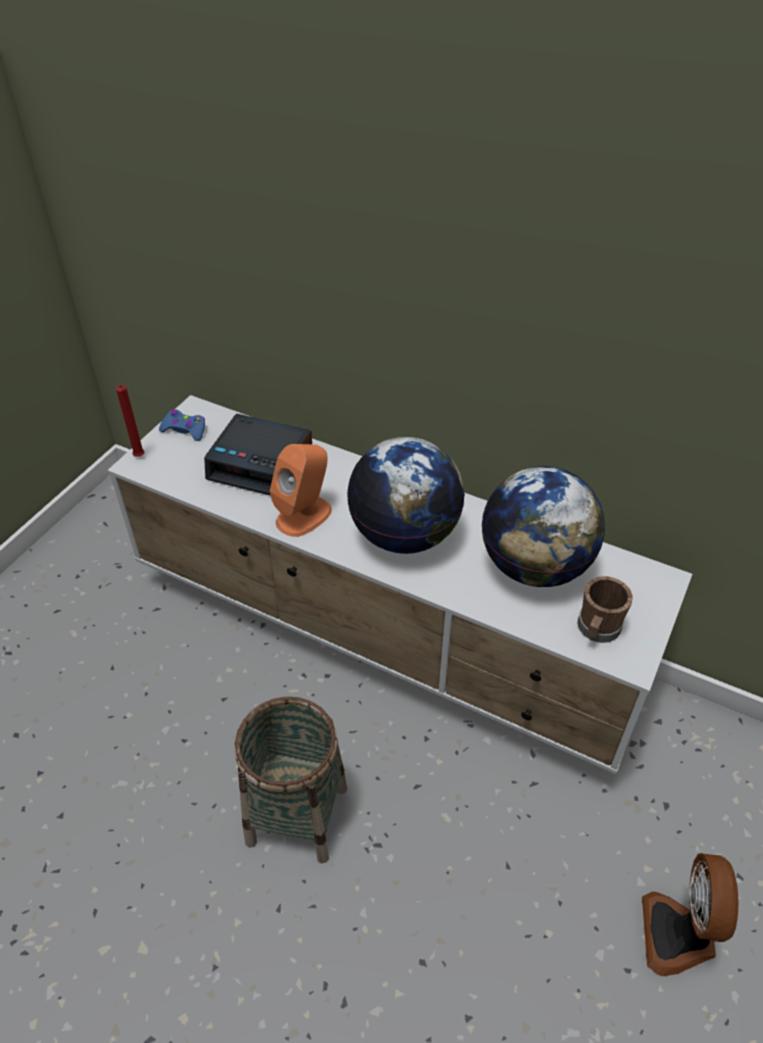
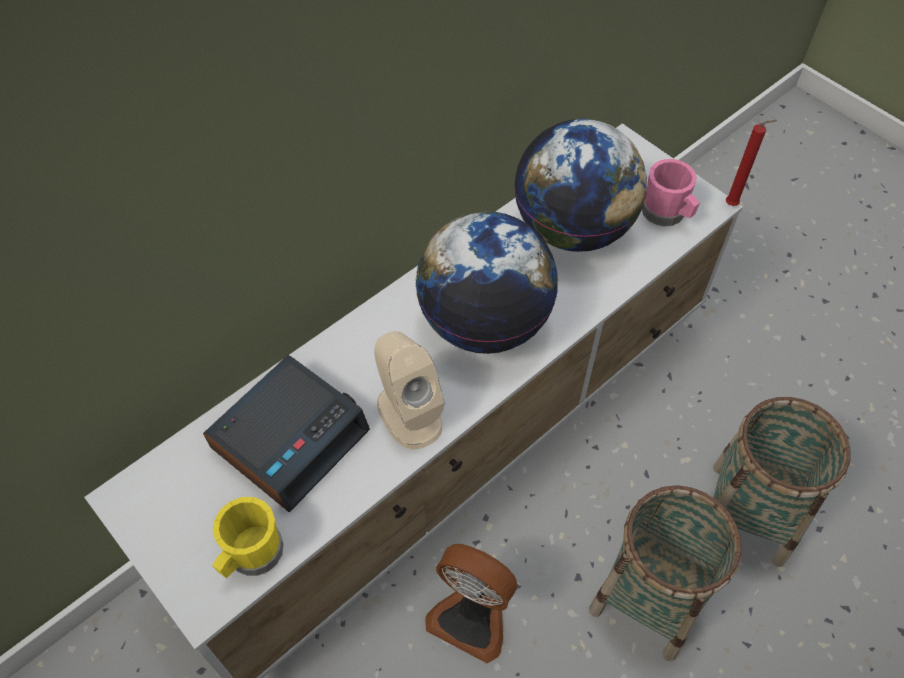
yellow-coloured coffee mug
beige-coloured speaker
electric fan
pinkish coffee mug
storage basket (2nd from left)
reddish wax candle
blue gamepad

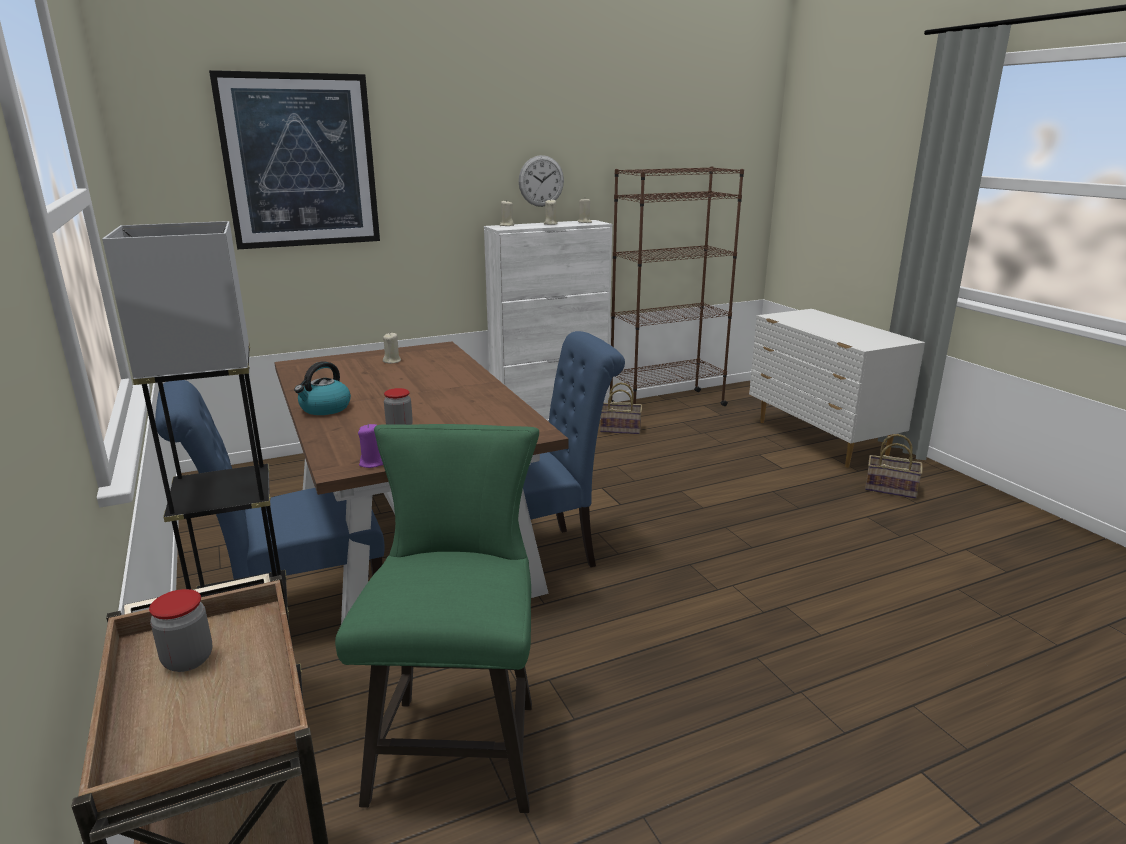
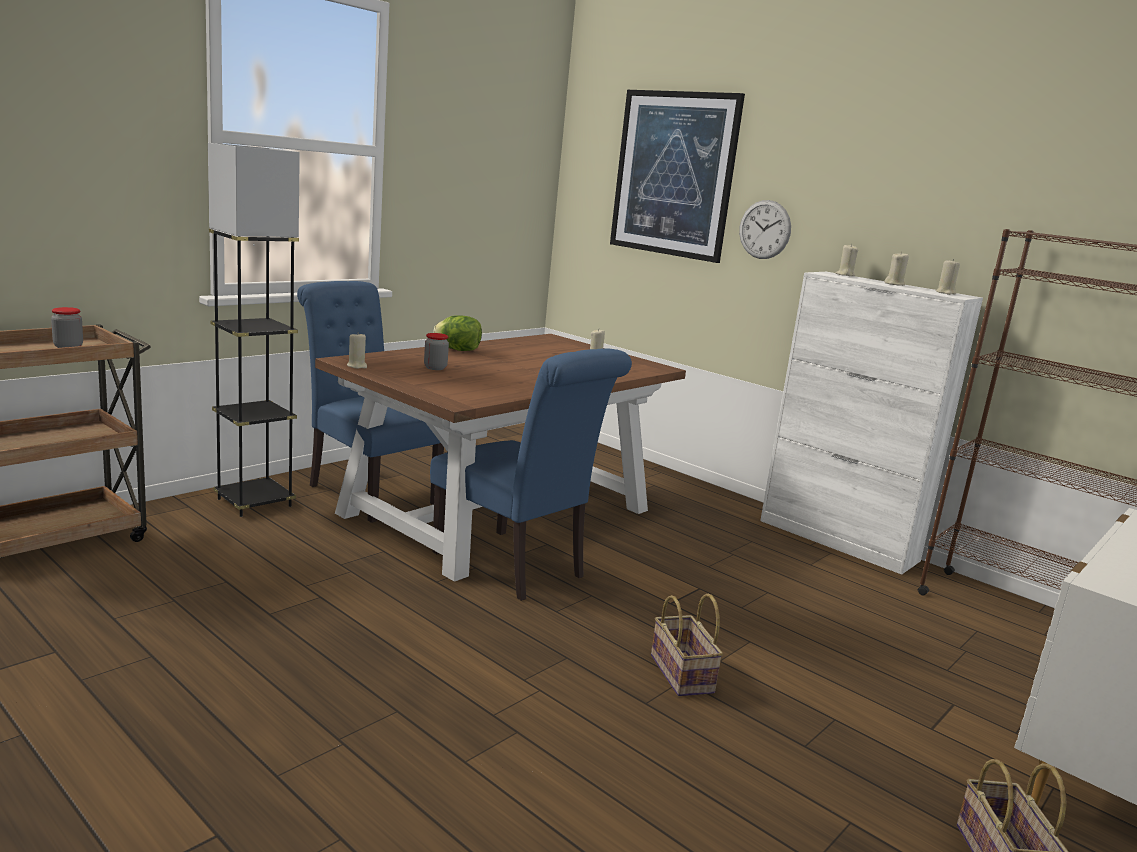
beige-coloured wax candle (1st from left)
lettuce
storage basket (1st from left)
hanging clock
greenish sitting stool

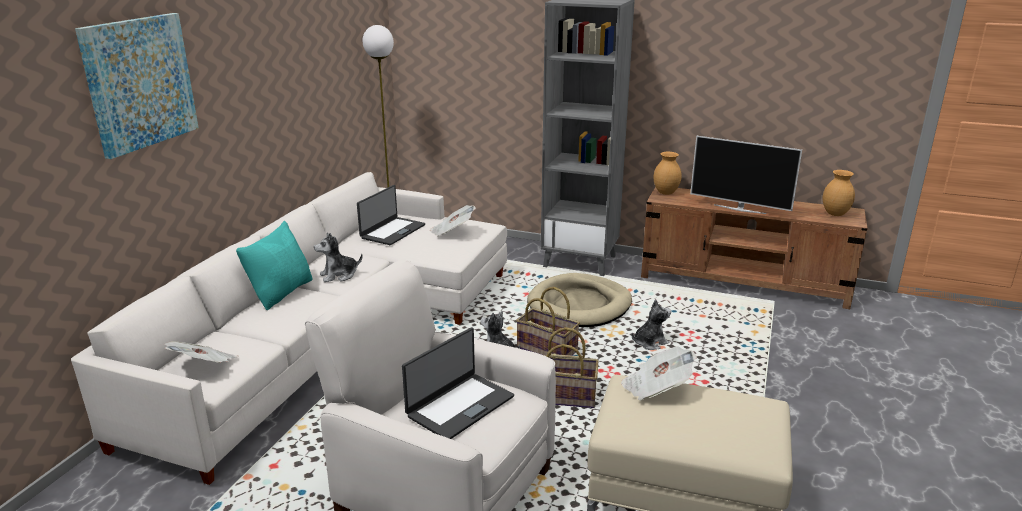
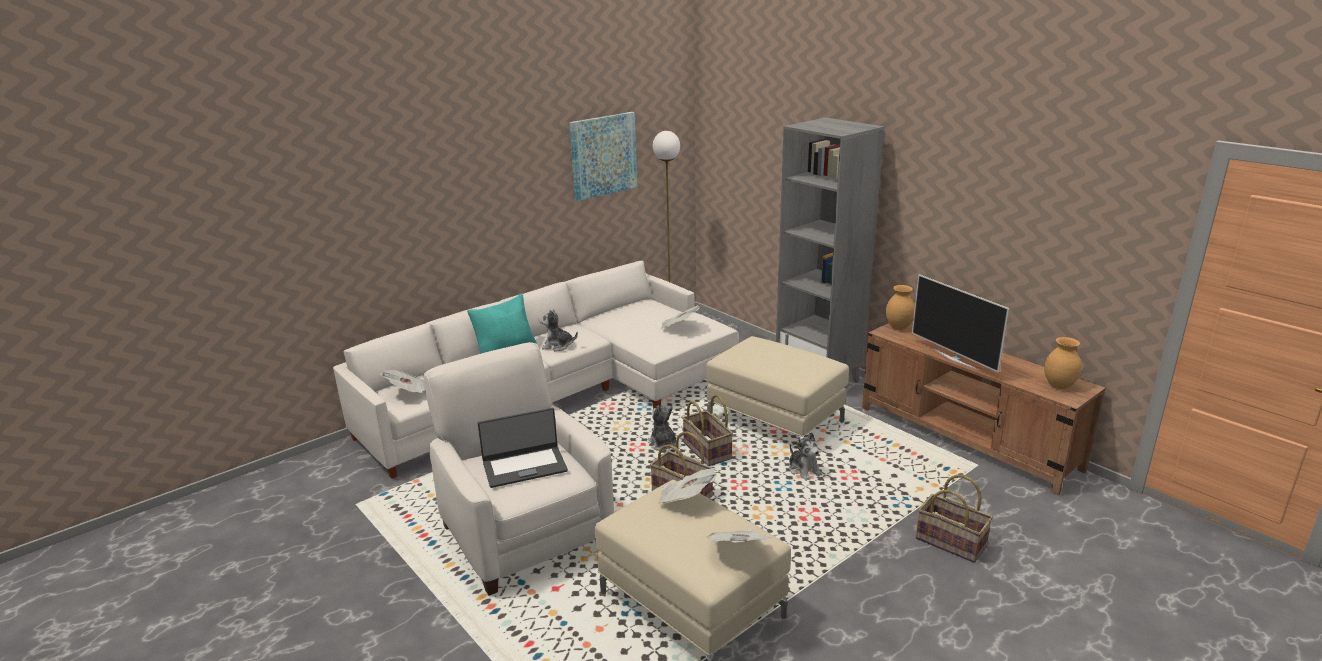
wall art
beige-coloured ottoman (2nd from left)
newspaper (4th from left)
cuddly toy (3rd from left)
storage basket (3rd from left)
portable computer (1st from left in the first image)

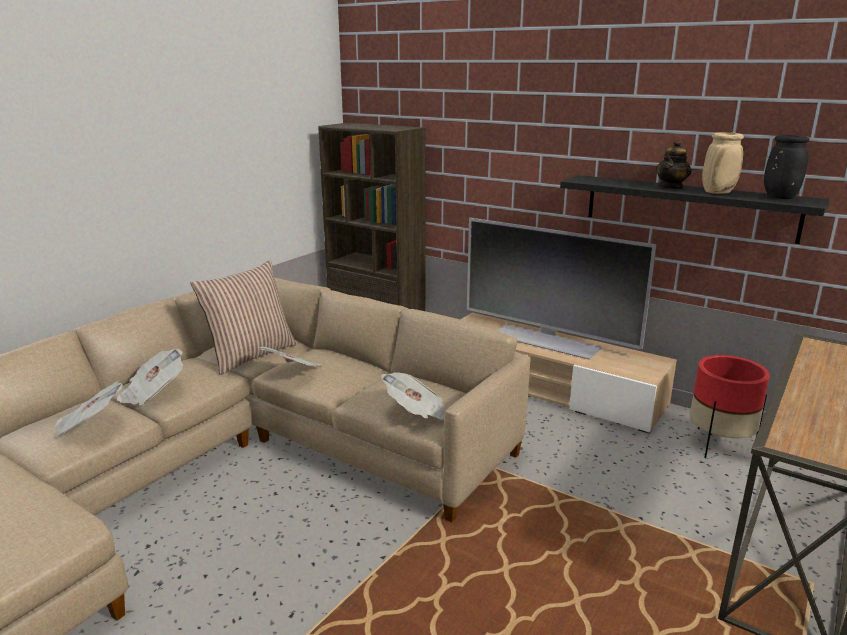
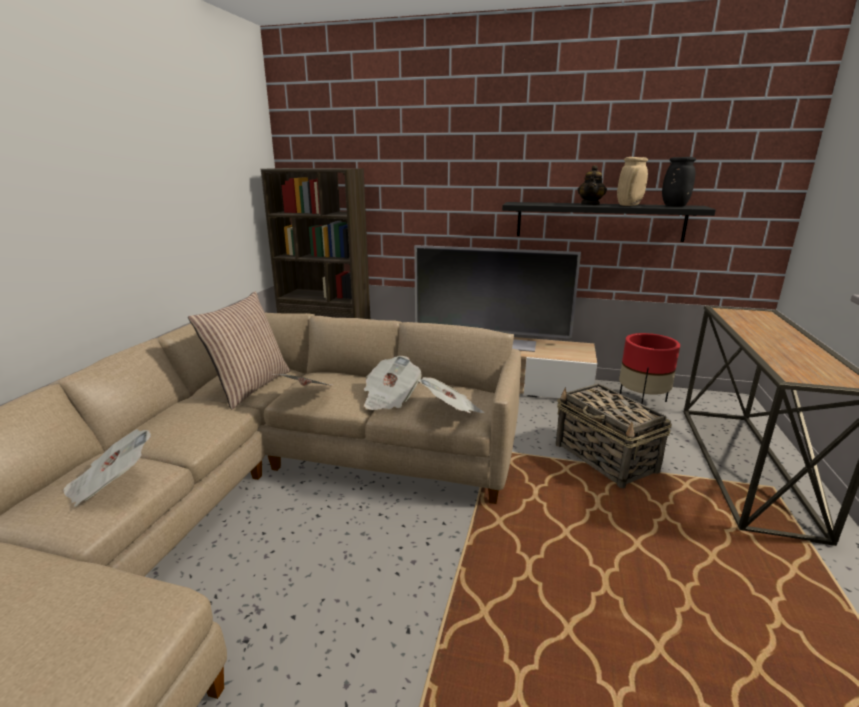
newspaper (3rd from left)
storage basket

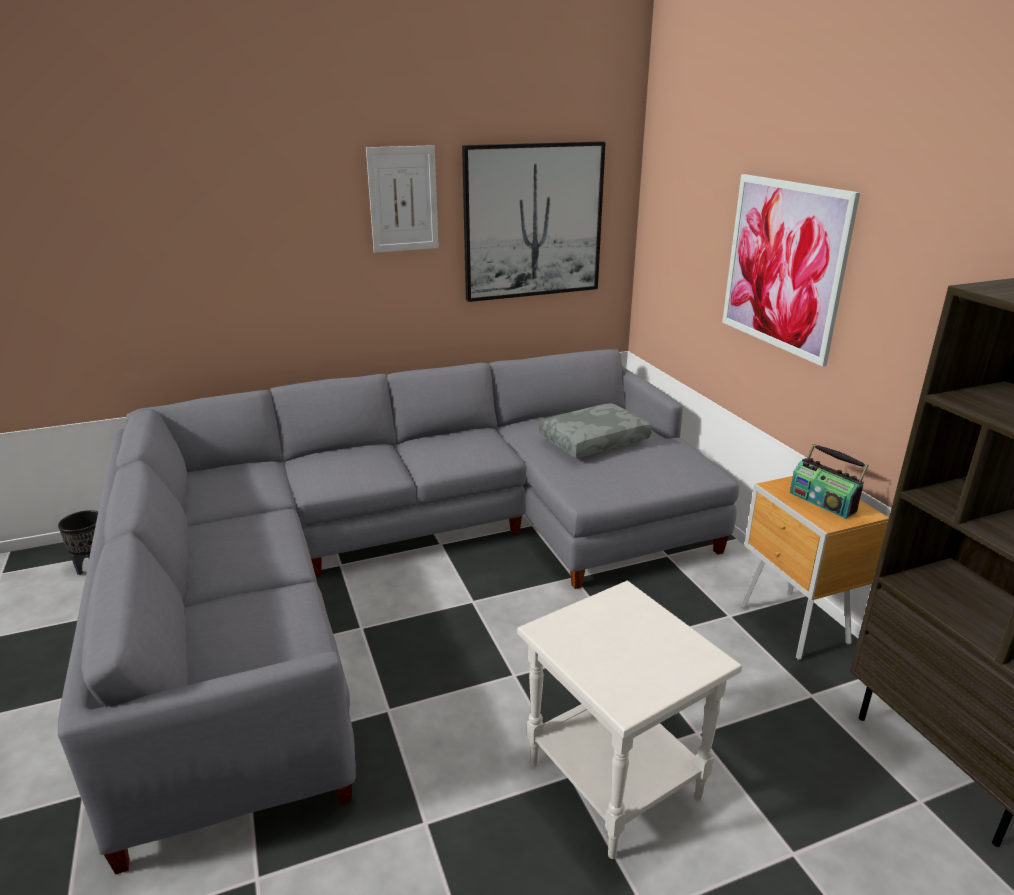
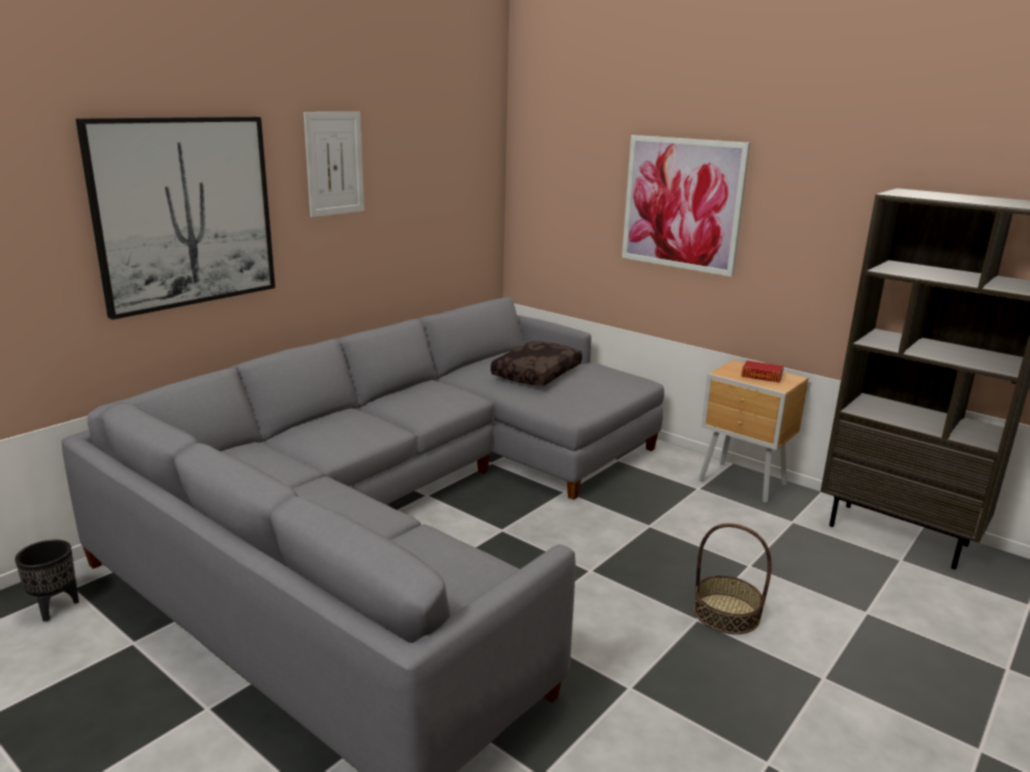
wall art (1st from left)
brown-coloured cushion
storage basket
volume

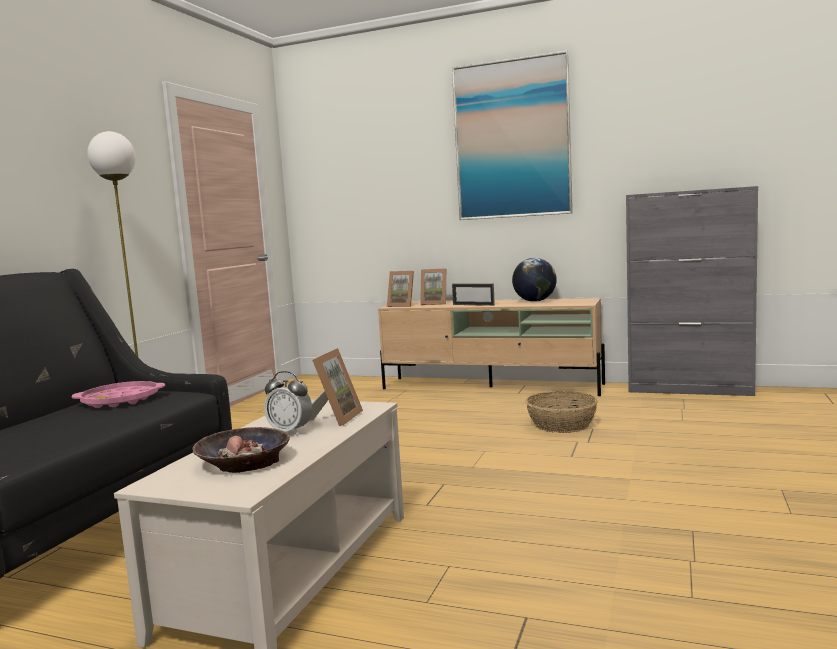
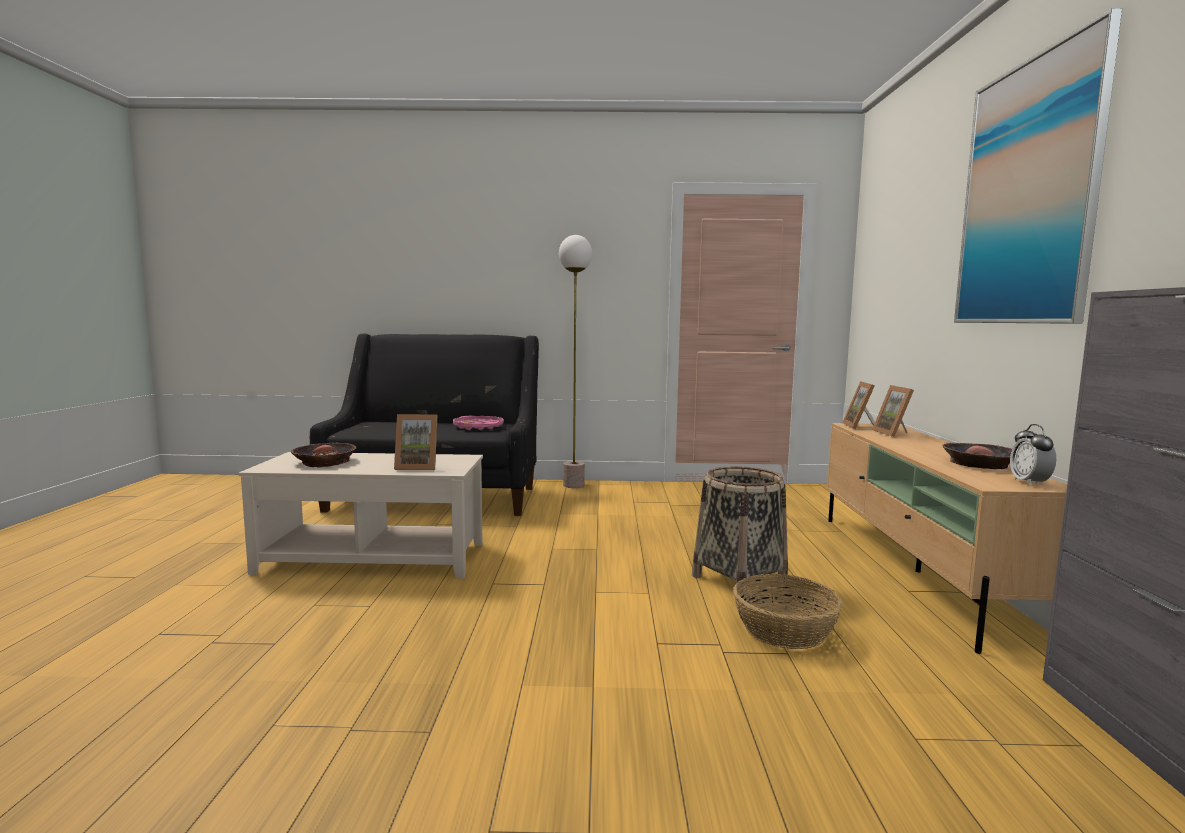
storage basket (1st from left)
serving bowl (2nd from left)
table clock
photo frame (4th from left in the first image)

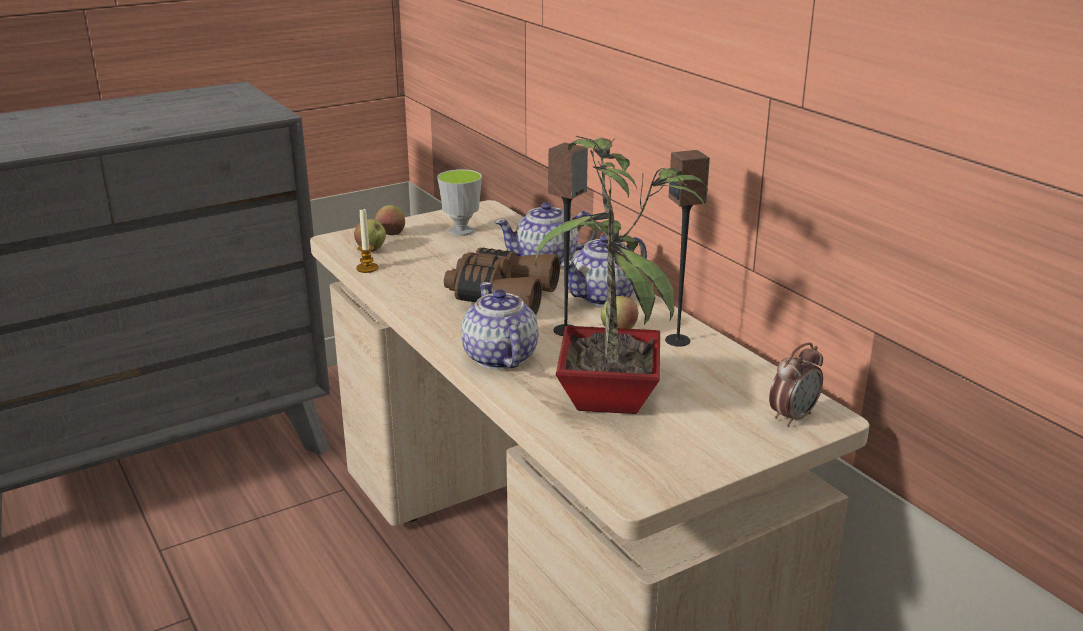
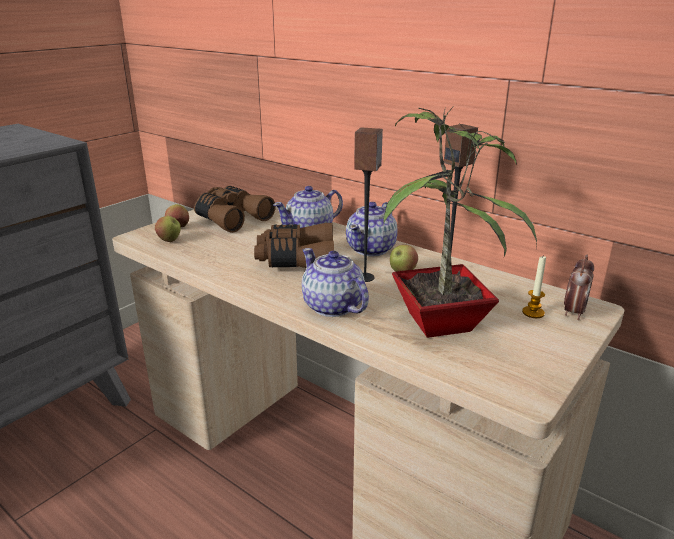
brown-coloured field glasses (1st from left)
wax candle

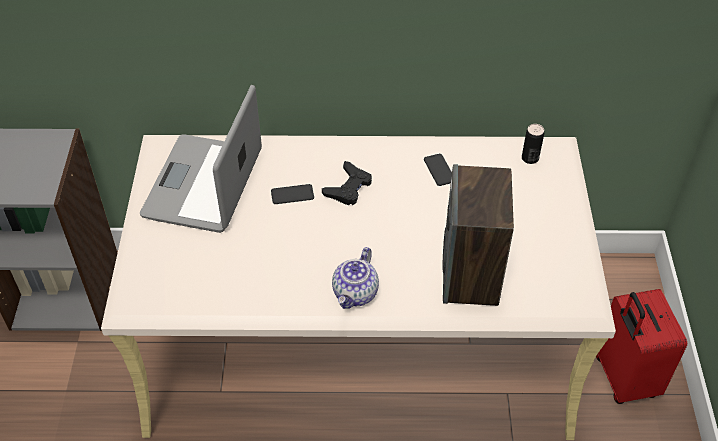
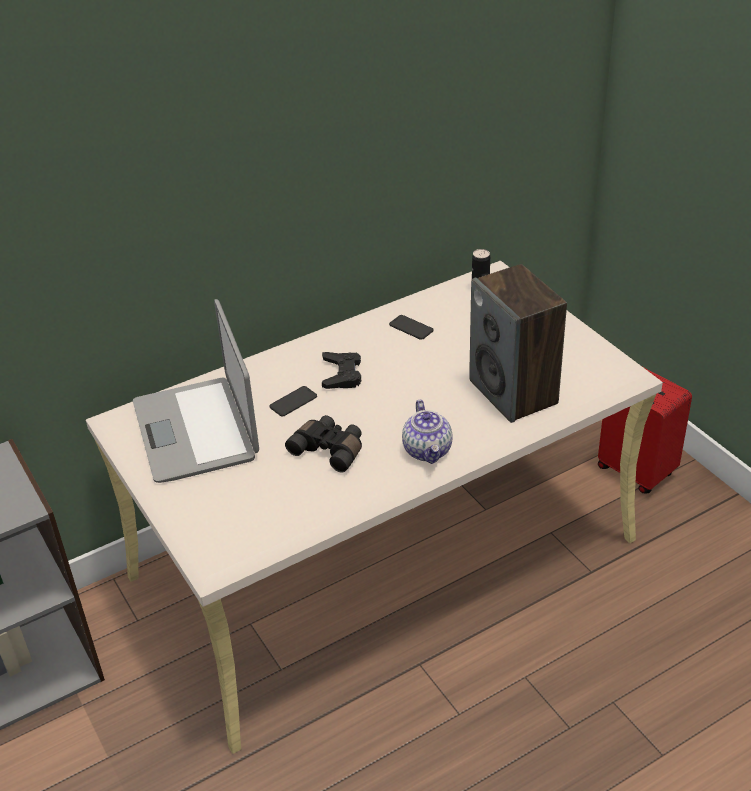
blackish field glasses

